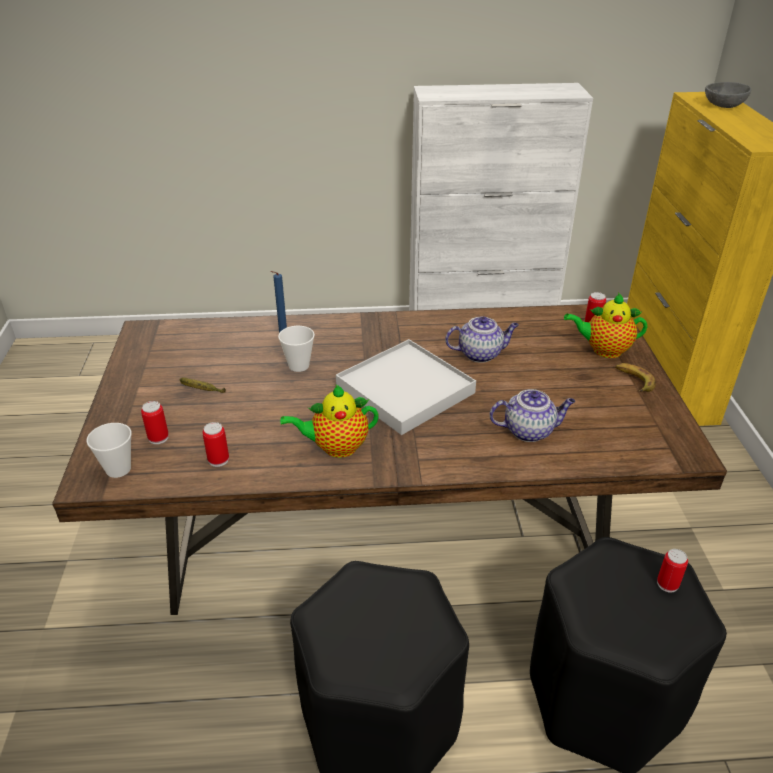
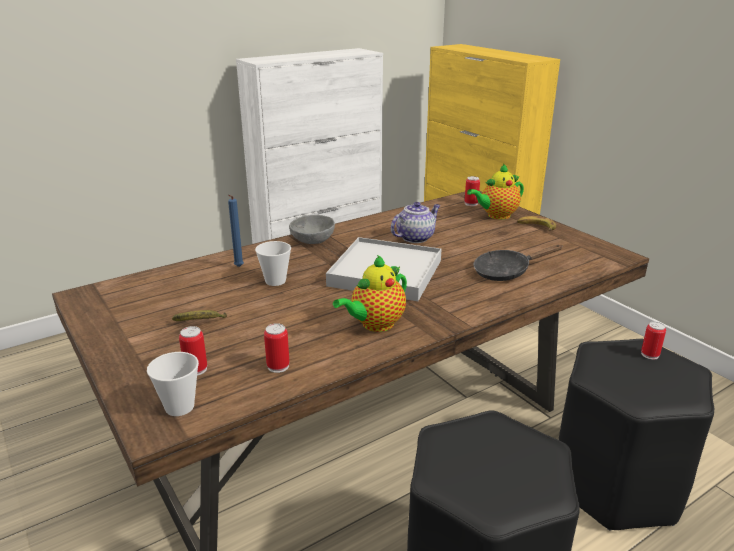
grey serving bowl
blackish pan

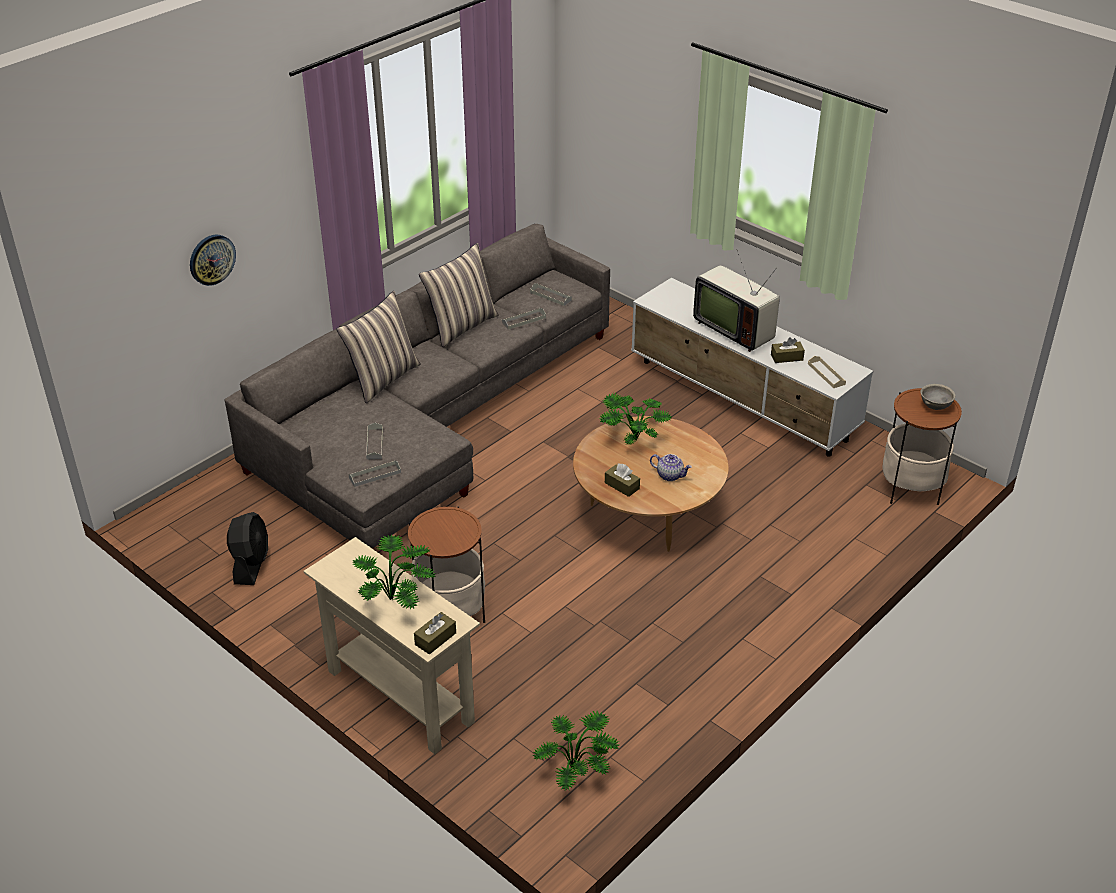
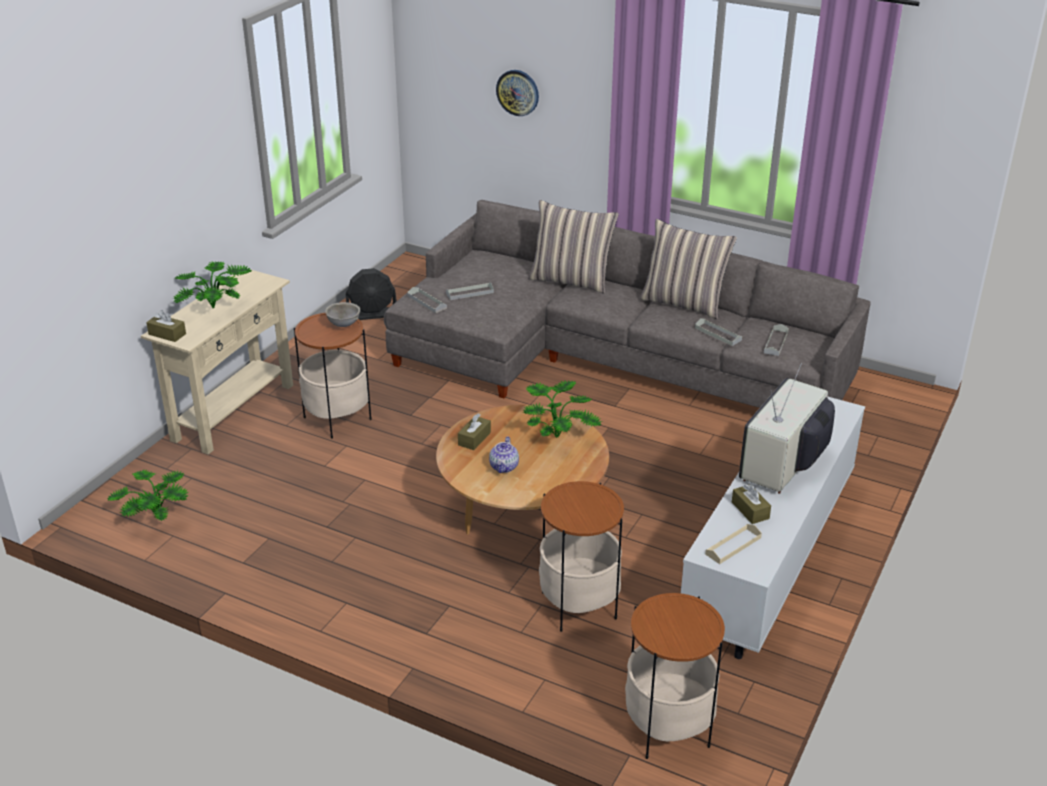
grey serving bowl
end table (2nd from left)

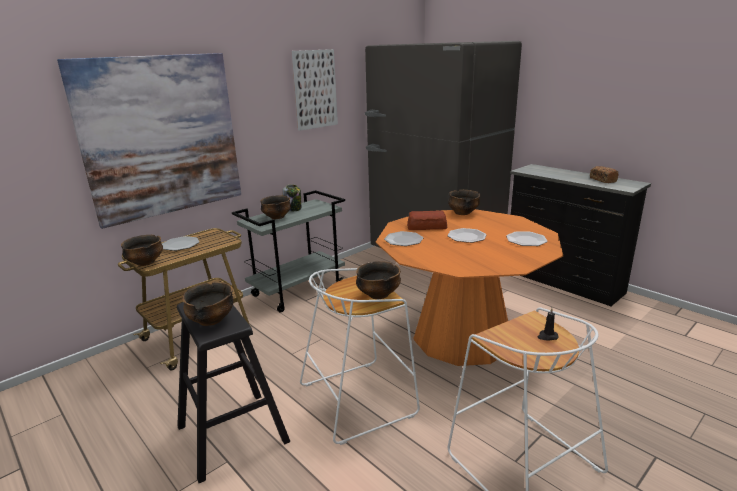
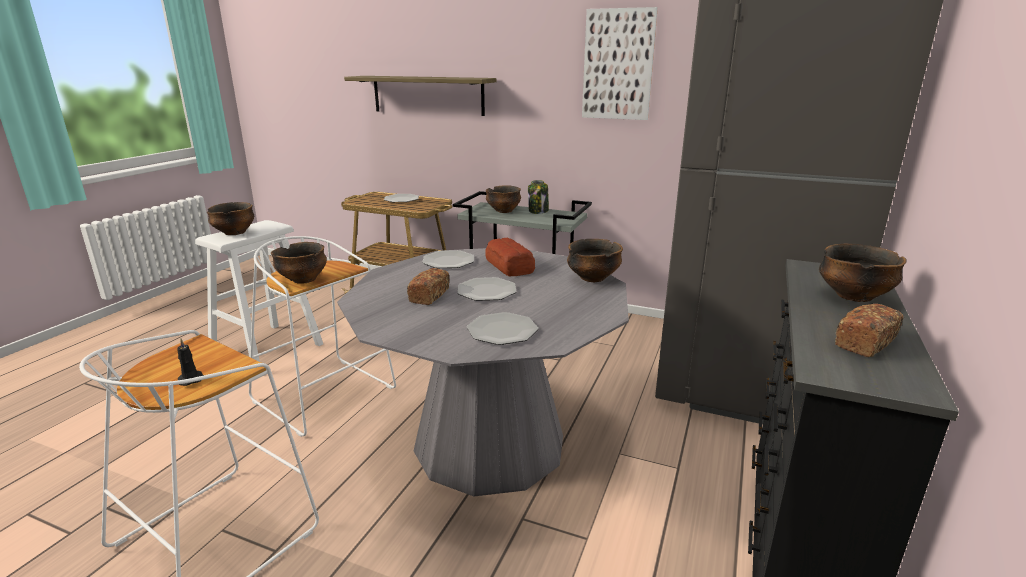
white-coloured sitting stool (2nd from left)
grey kitchen table
shelf
baked bread (1st from left)
serving bowl (5th from left)

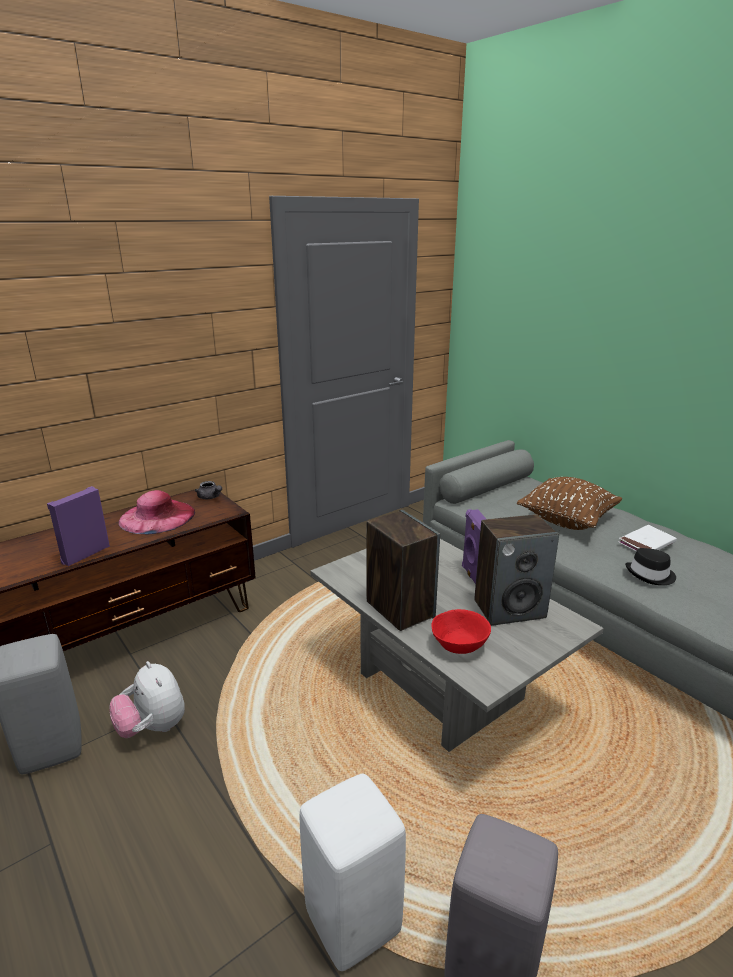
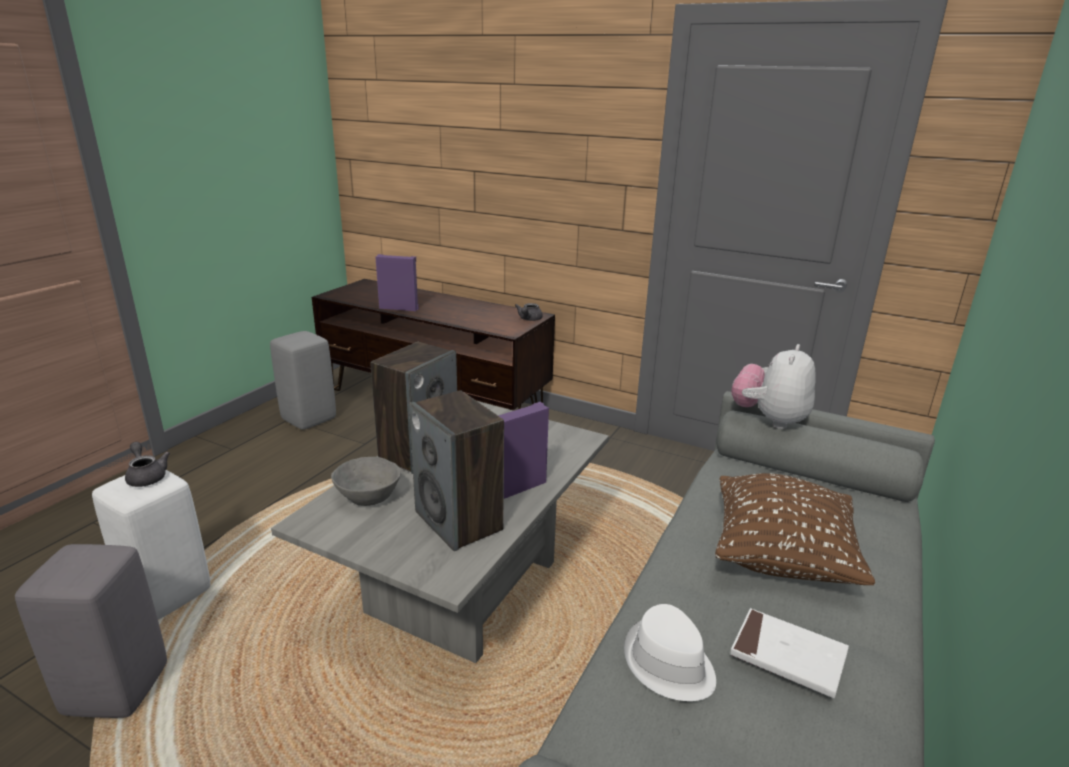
grey teapot (1st from left)
grey serving bowl
white-coloured clothing hat
cuddly toy
pinkish clothing hat

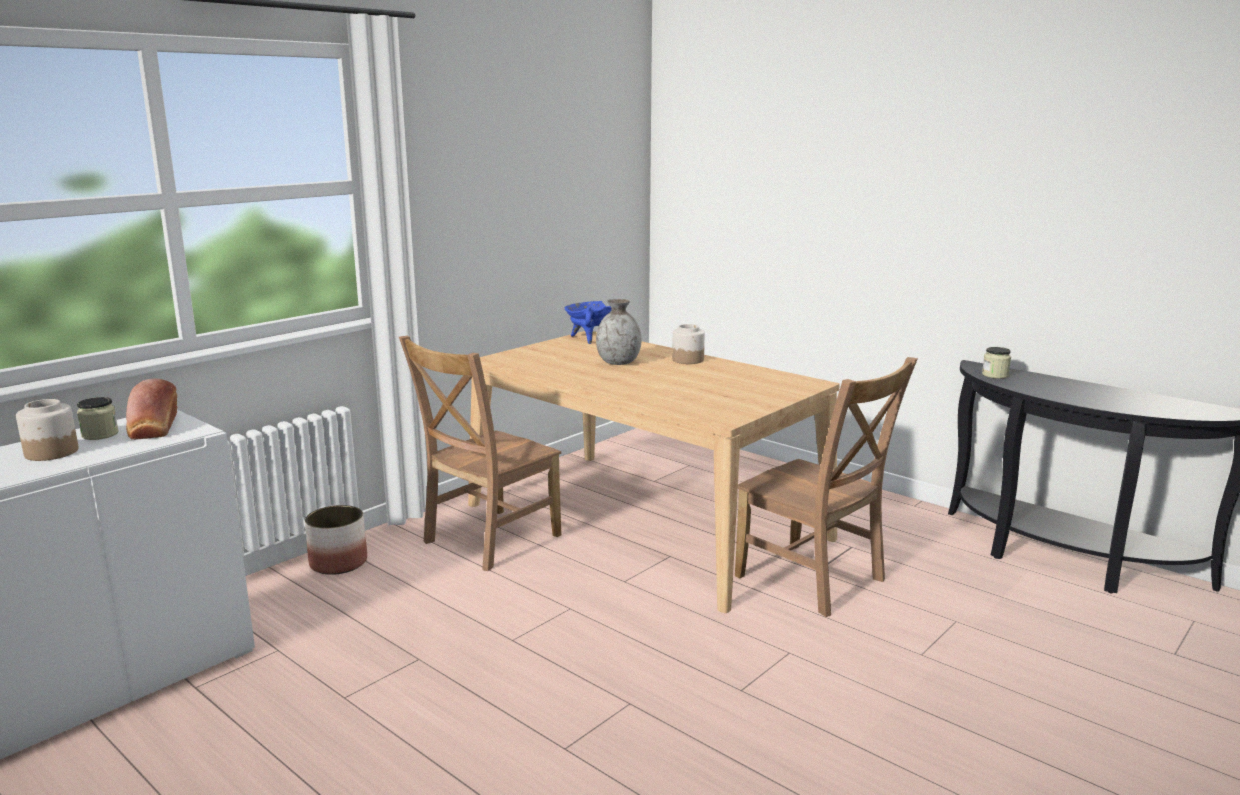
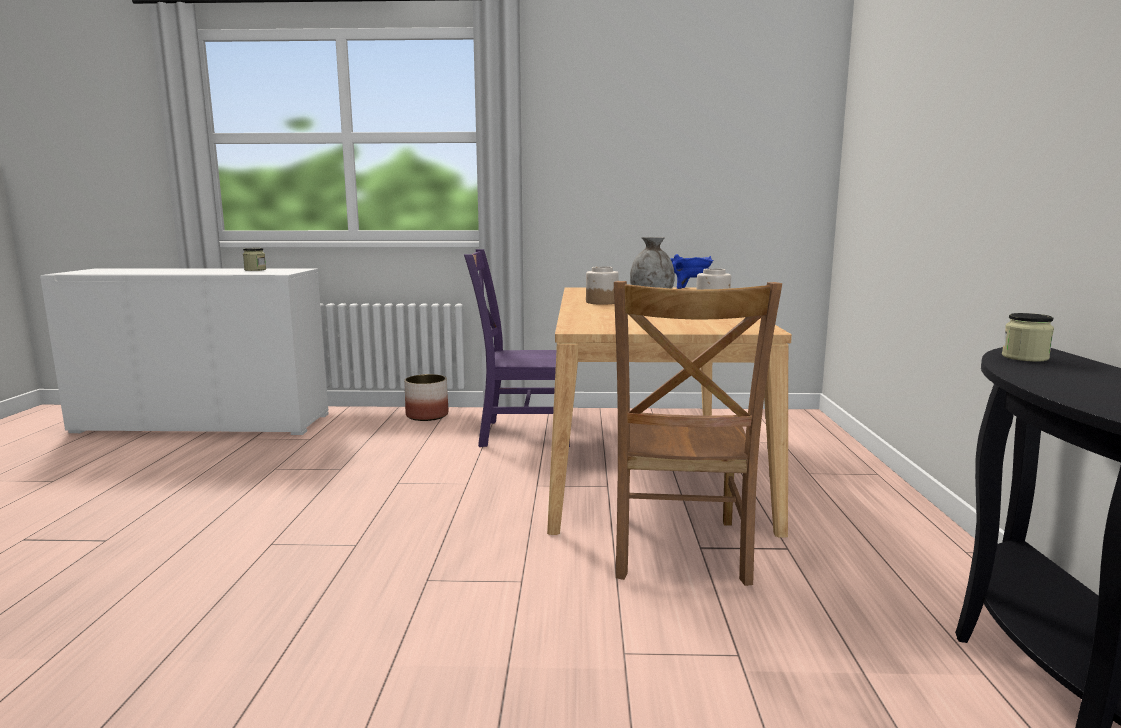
purplish upright chair
jar (2nd from left)
baked bread

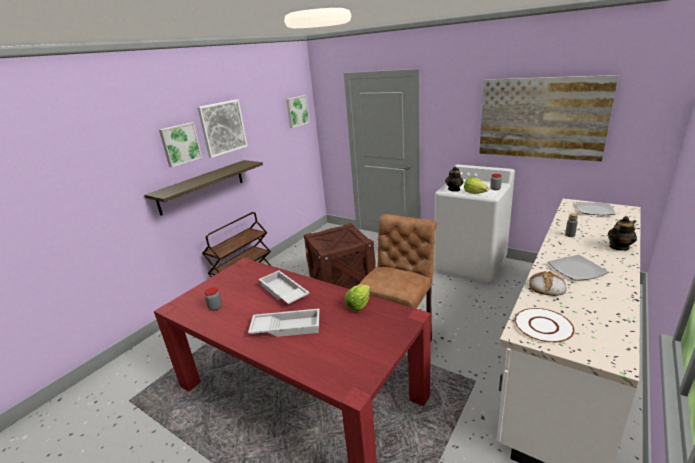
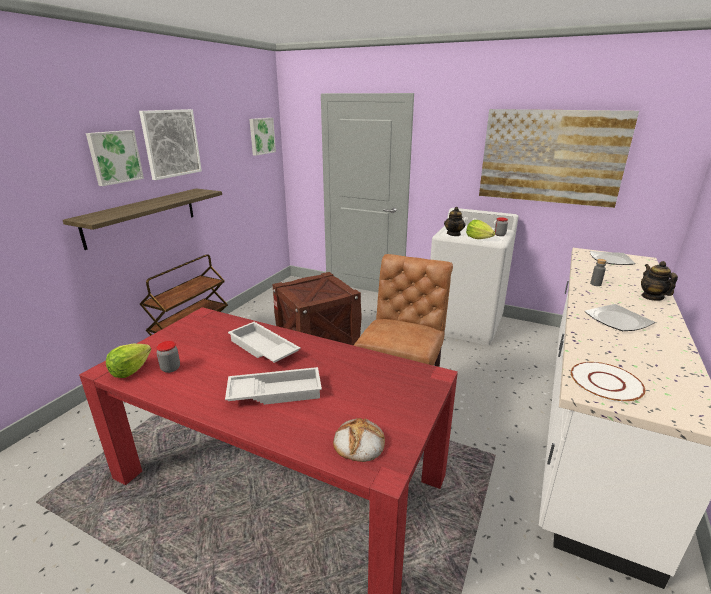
lettuce (1st from left)
baked bread
teapot (2nd from left)

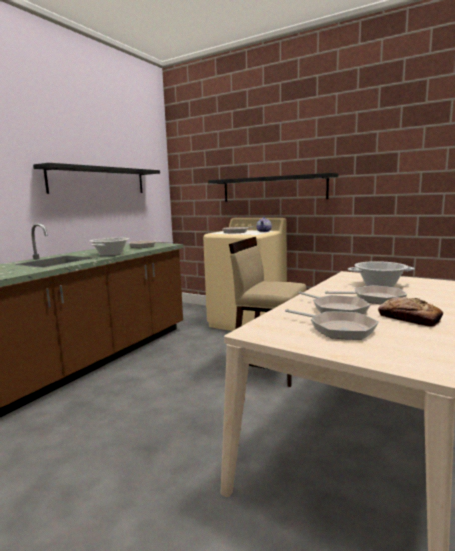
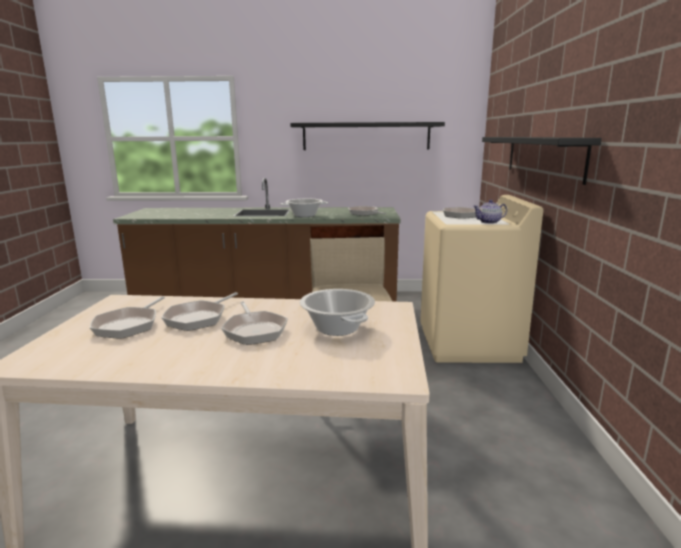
baked bread

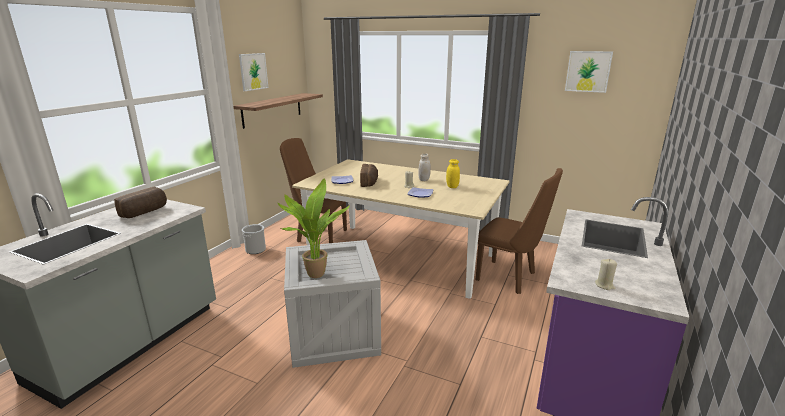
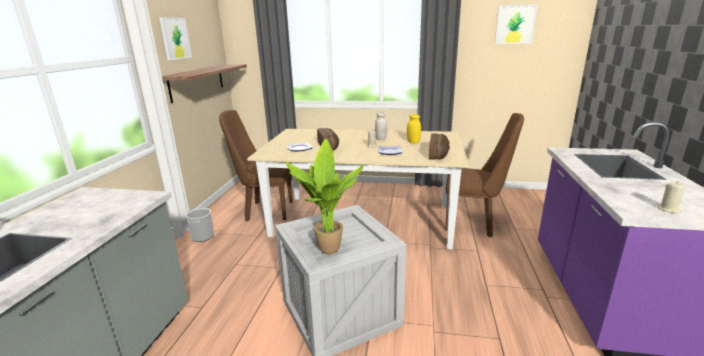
baked bread (2nd from left)

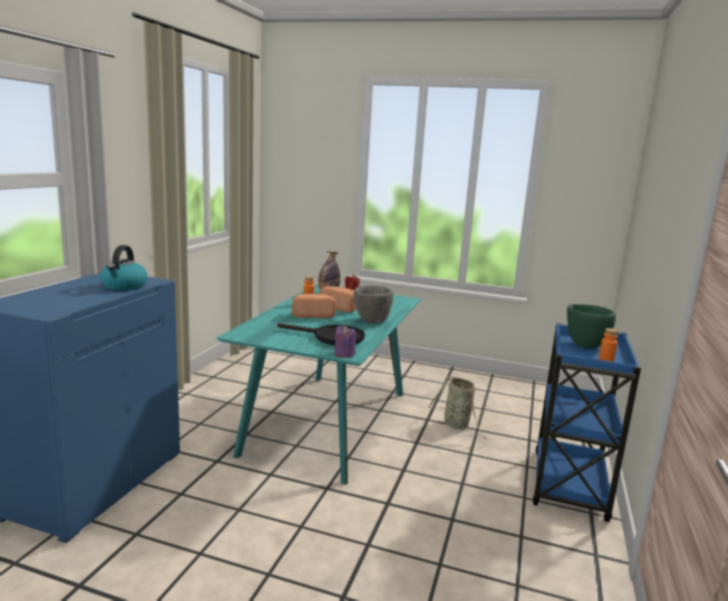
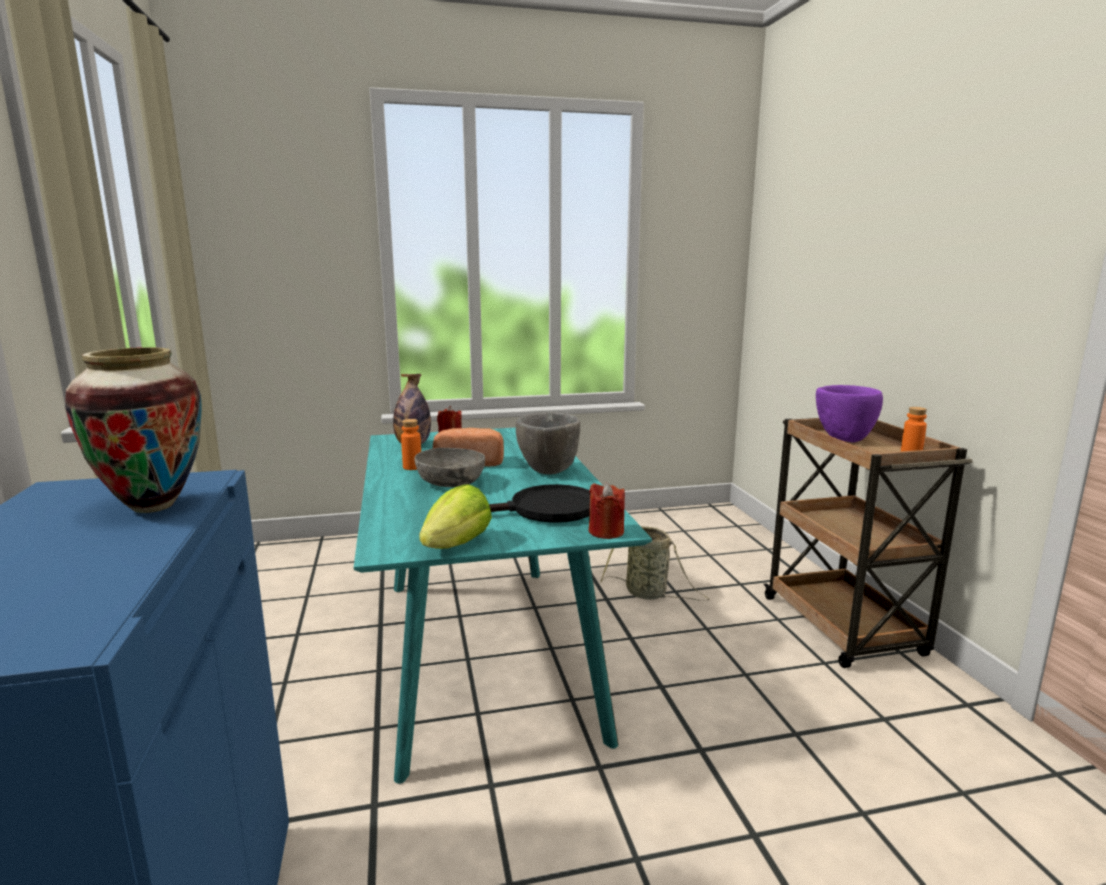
flower vase
grey serving bowl (1st from left)
lettuce
reddish wax candle (2nd from left)
brown-coloured cart
purplish serving bowl

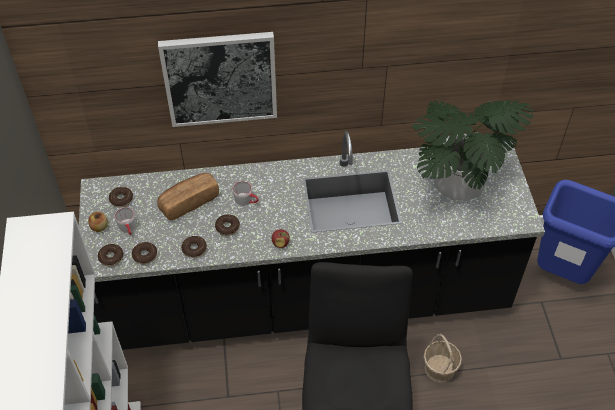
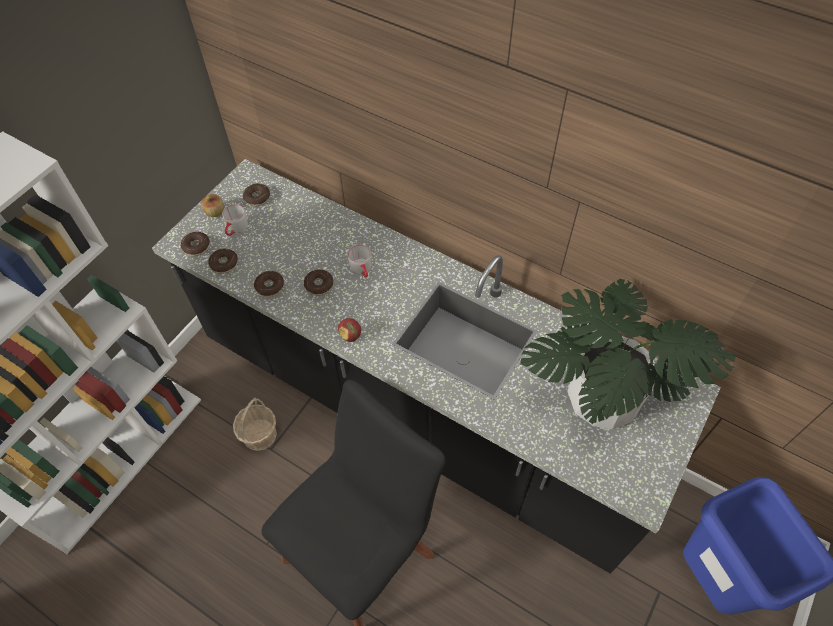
storage basket
baked bread
wall art

